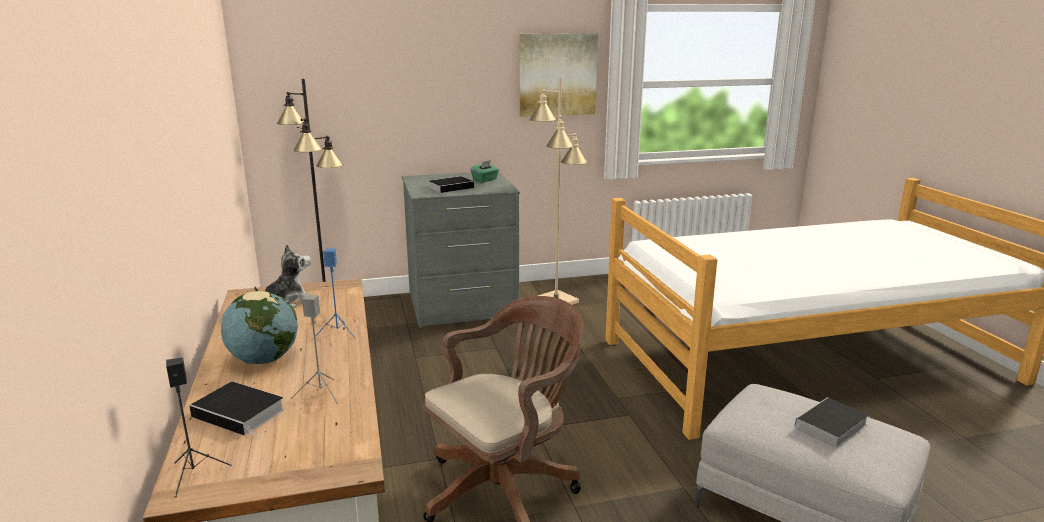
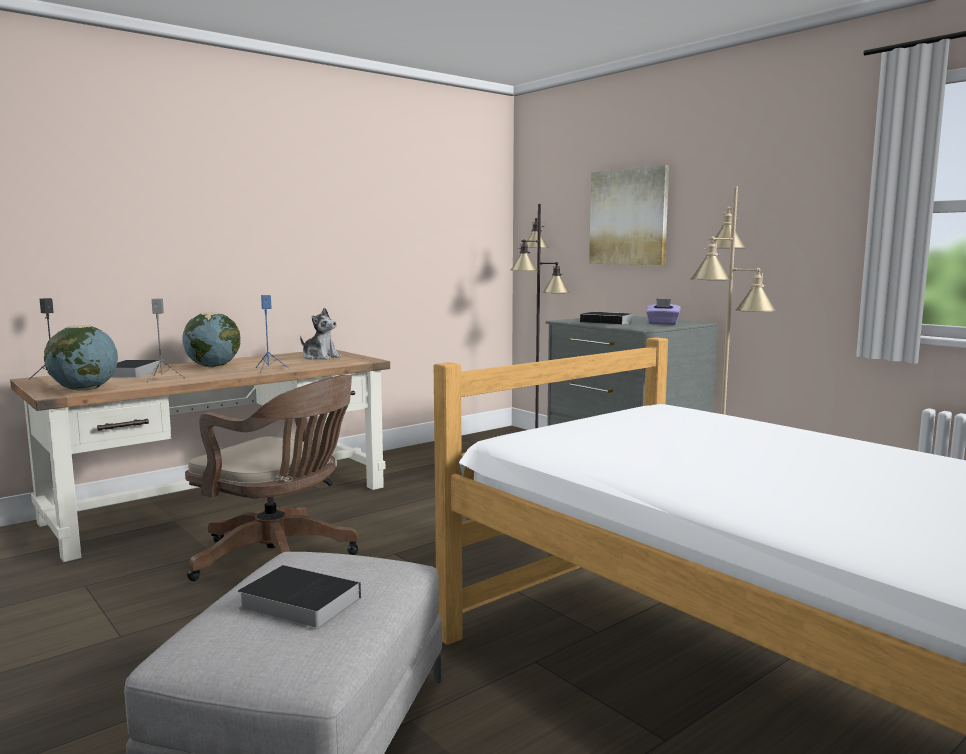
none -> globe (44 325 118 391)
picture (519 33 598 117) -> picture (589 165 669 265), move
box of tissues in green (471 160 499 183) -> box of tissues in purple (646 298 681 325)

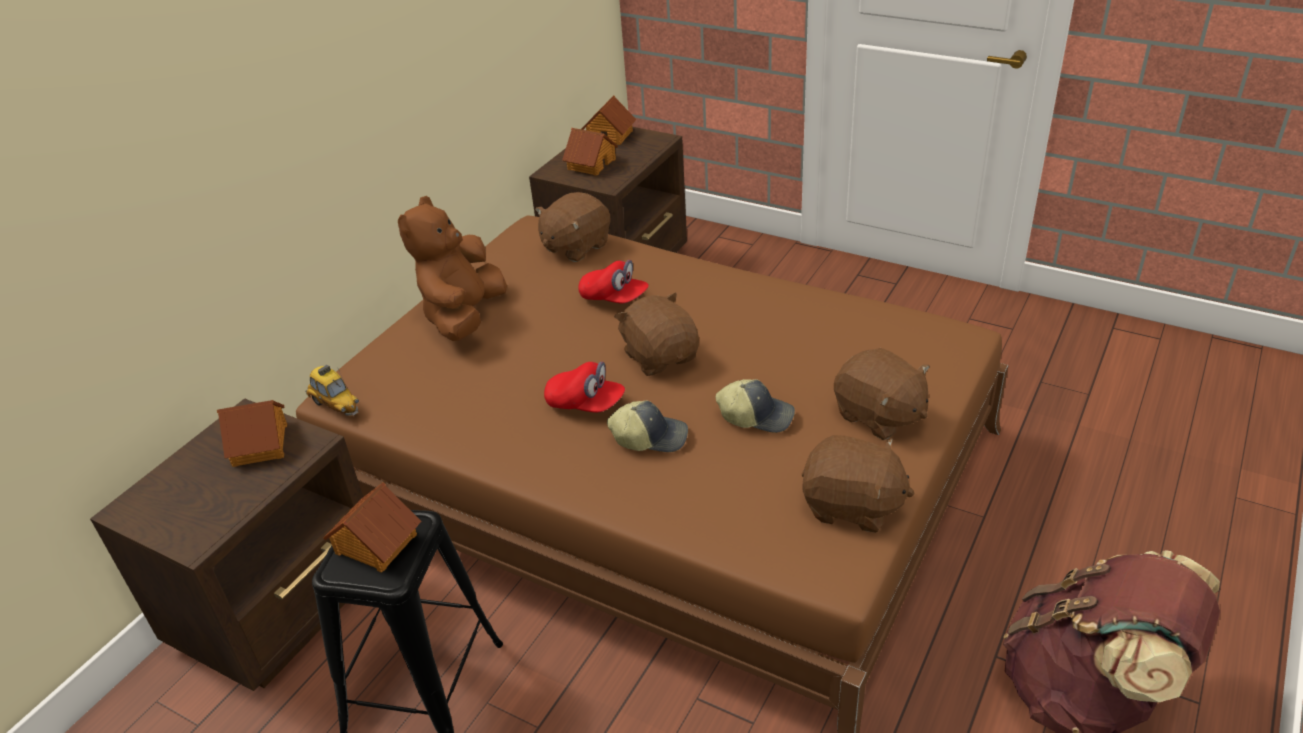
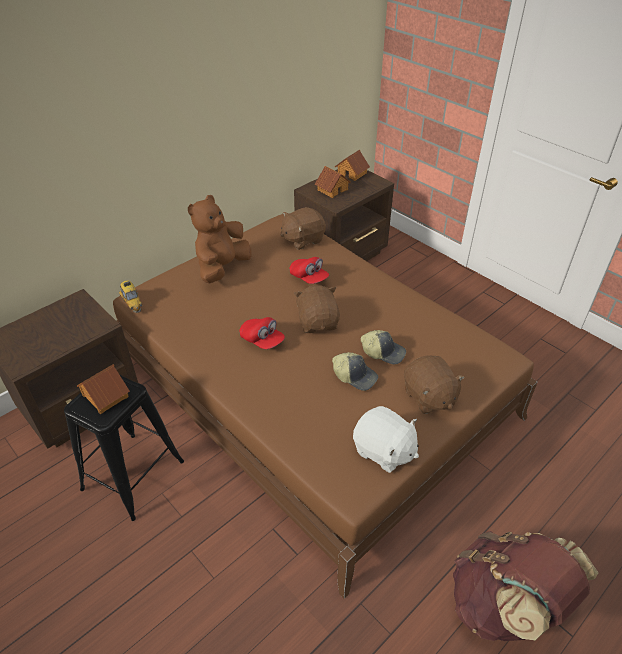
model house (217 400 287 467) -> none
peaked cap (607 400 688 452) -> peaked cap (361 330 406 364), move
cuddly toy in brown-coloured (802 435 915 533) -> cuddly toy in whitish (353 406 419 473)

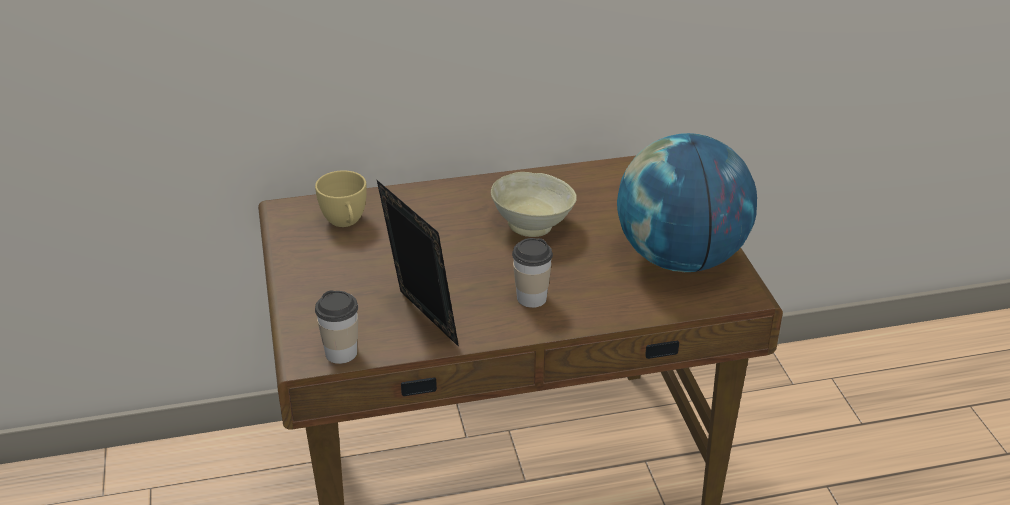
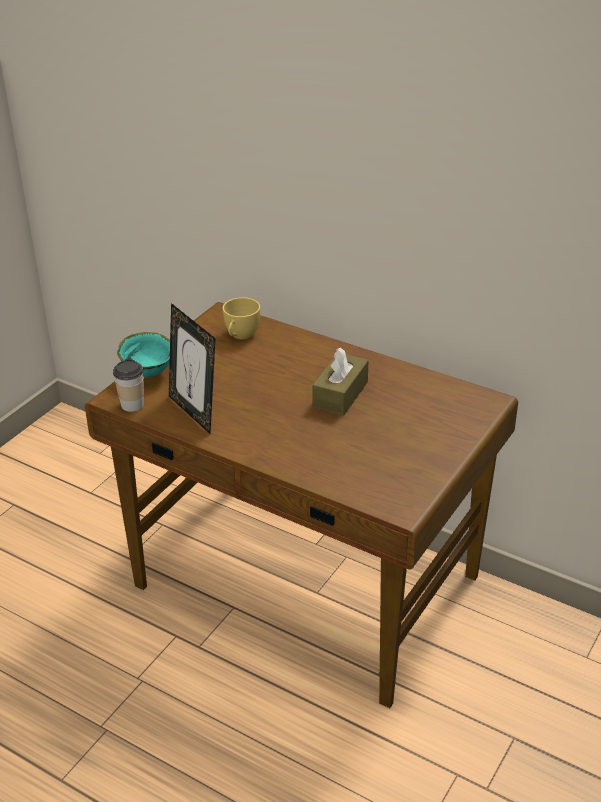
small cup (512 238 553 308) -> none
globe (617 133 757 272) -> none
none -> deep dish in turquoise (117 332 170 378)
deep dish in beige (491 172 577 237) -> box of tissues in brown-coloured (312 348 369 416)
standing frame (377 180 459 347) -> standing frame (169 303 215 434), 135 degrees clockwise

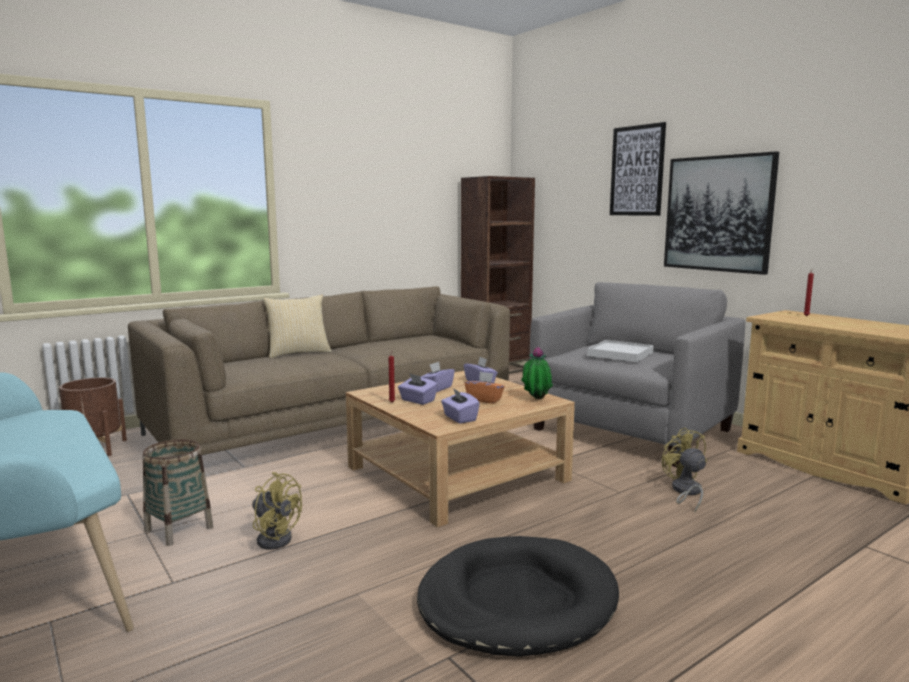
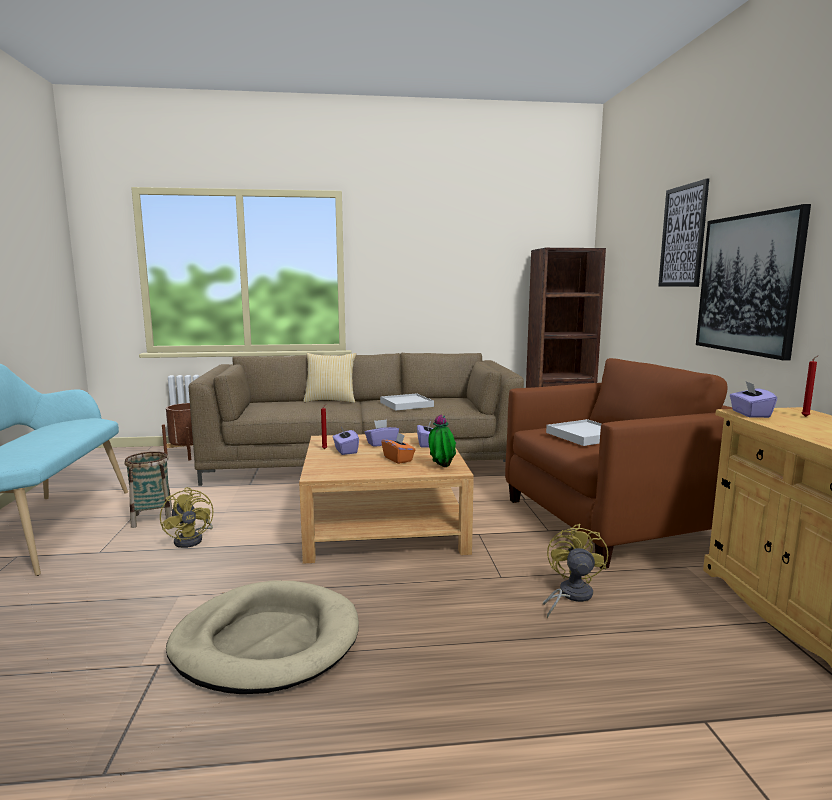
none -> tray in whitish (380 393 434 410)
box of tissues in purple (441 388 480 423) -> box of tissues in purple (730 382 777 418), move
dog bed in blackish (417 536 619 657) -> dog bed in beige (166 580 359 694)
easy chair in gray (529 282 745 467) -> easy chair in brown-coloured (505 358 732 569)

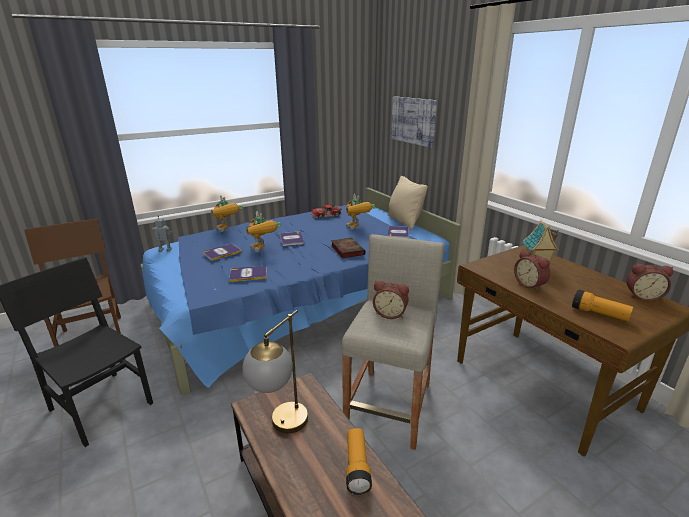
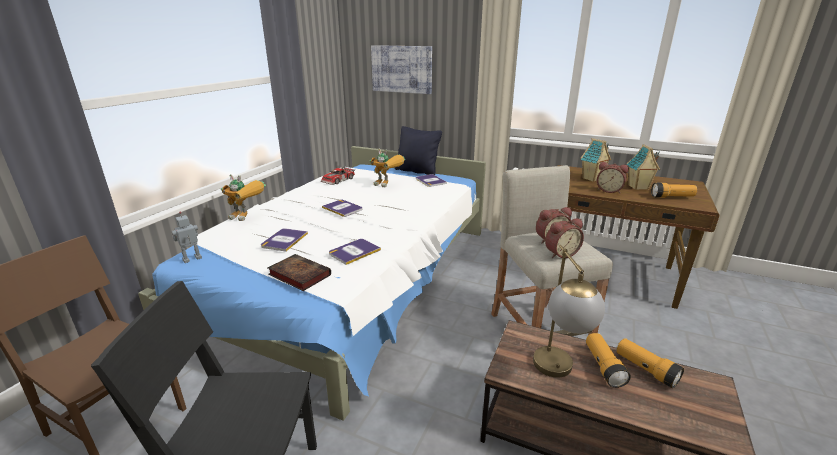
robot figure (246 211 281 252) -> none
none -> hand torch (586 333 631 388)
none -> model house (627 144 660 190)
volume (331 237 366 259) -> volume (267 254 331 291), move
table clock (626 263 673 301) -> table clock (545 218 584 258), move
bed in blue-coloured (140 188 461 396) -> bed in whitish (138 146 486 420)
pillow in beige (388 176 428 229) -> pillow in blackish (395 126 442 175)

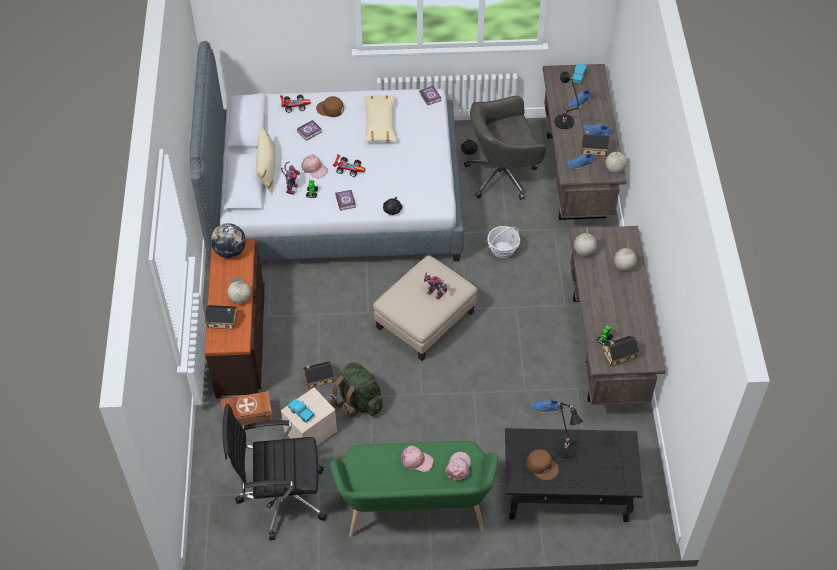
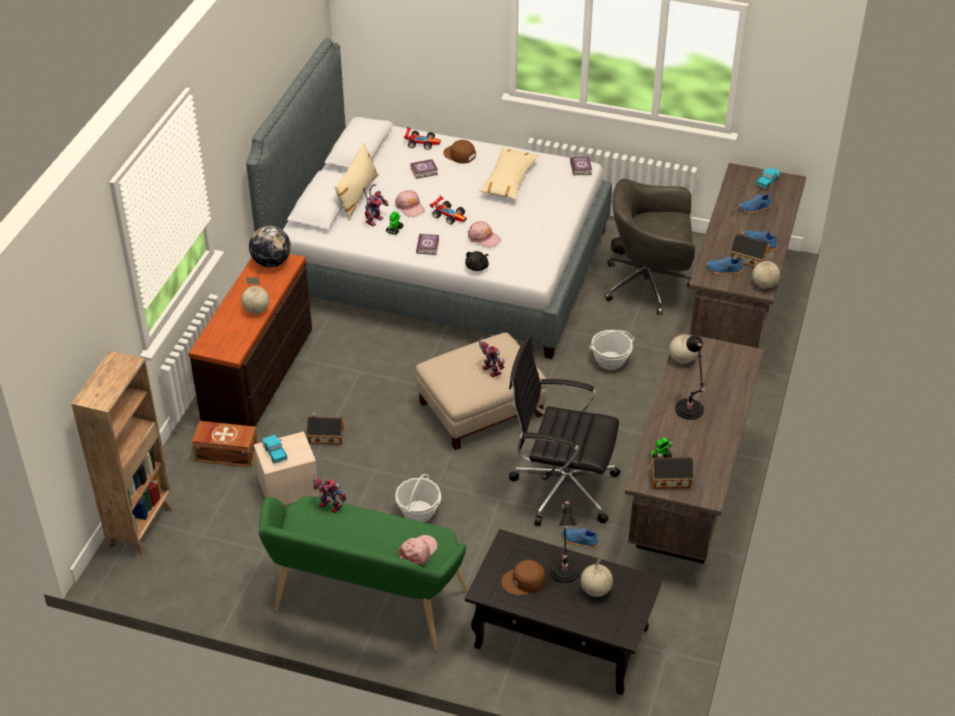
model house (205 305 238 329) -> none
knapsack in green (331 362 383 418) -> none
none -> shelving unit in brown-coloured (72 351 172 555)
none -> robot figure (312 474 347 513)
none -> basket (395 474 441 522)
computer chair in blackish (223 404 327 540) -> computer chair in blackish (509 335 621 526), move
peaked cap in pinkish (401 445 434 472) -> peaked cap in pinkish (468 221 501 248), move
table lamp in blackish (554 71 582 129) -> table lamp in blackish (675 335 705 420), move
globe (614 241 637 271) -> globe (581 555 613 597), move
peaked cap in brown-coloured (526 449 559 480) -> peaked cap in brown-coloured (502 560 546 595), 105 degrees clockwise

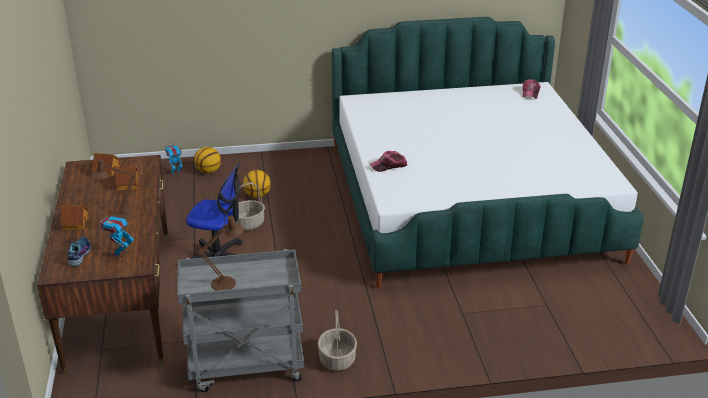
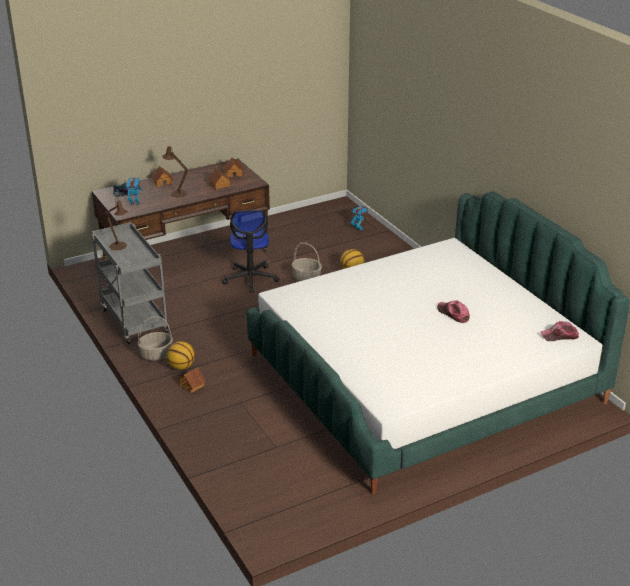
none -> model house (177 368 206 393)
basketball (194 147 221 173) -> basketball (167 341 195 370), move
peaked cap (370 151 407 172) -> peaked cap (437 300 470 323), move

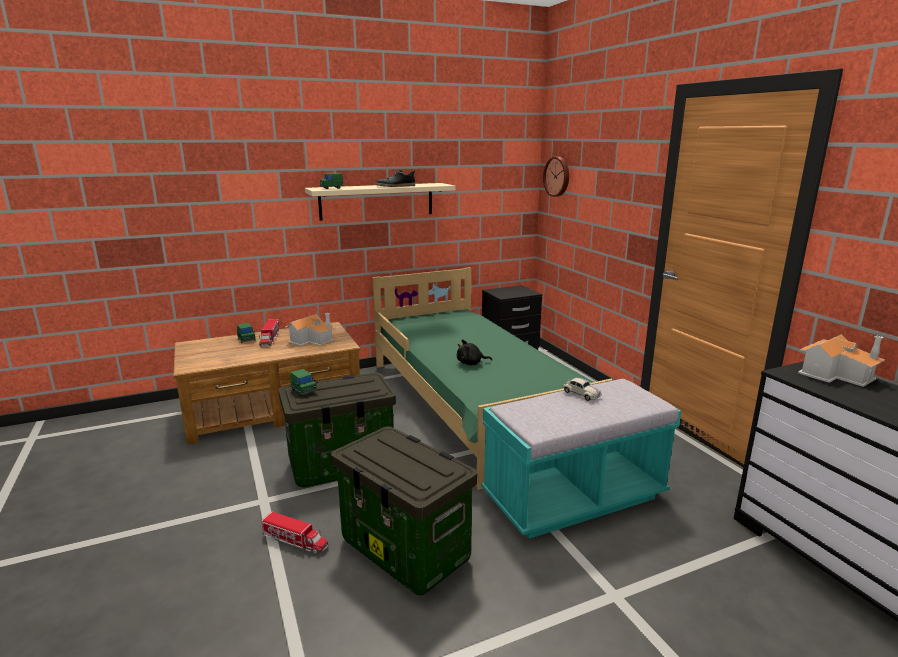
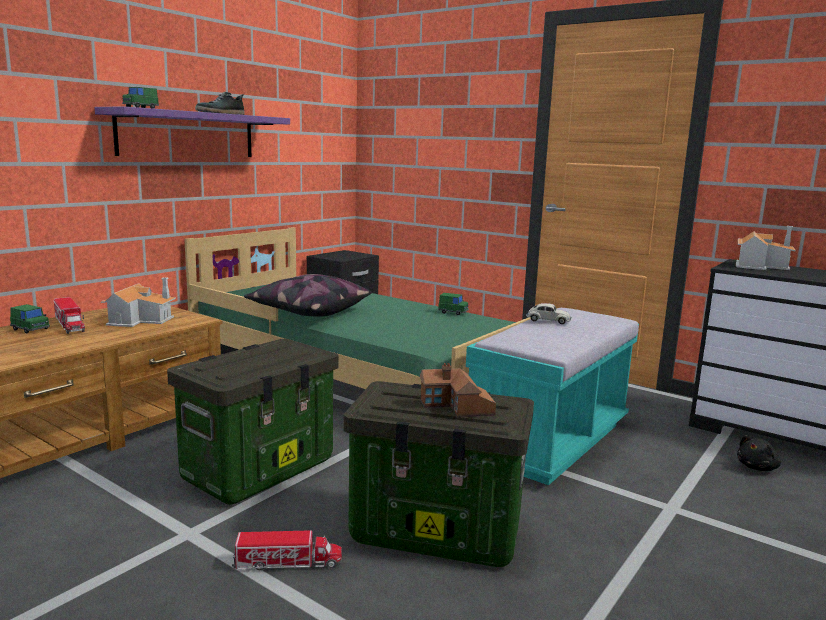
hanging clock (543 157 569 197) -> none
none -> pillow (244 274 371 316)
none -> model house (420 363 496 417)
miniature car in green (290 369 317 396) -> miniature car in green (438 293 469 315), move
cuddly toy in blackish (457 340 492 365) -> cuddly toy in blackish (737 435 781 471), move
shelf in beige (305 183 455 221) -> shelf in purple (95 106 290 157)

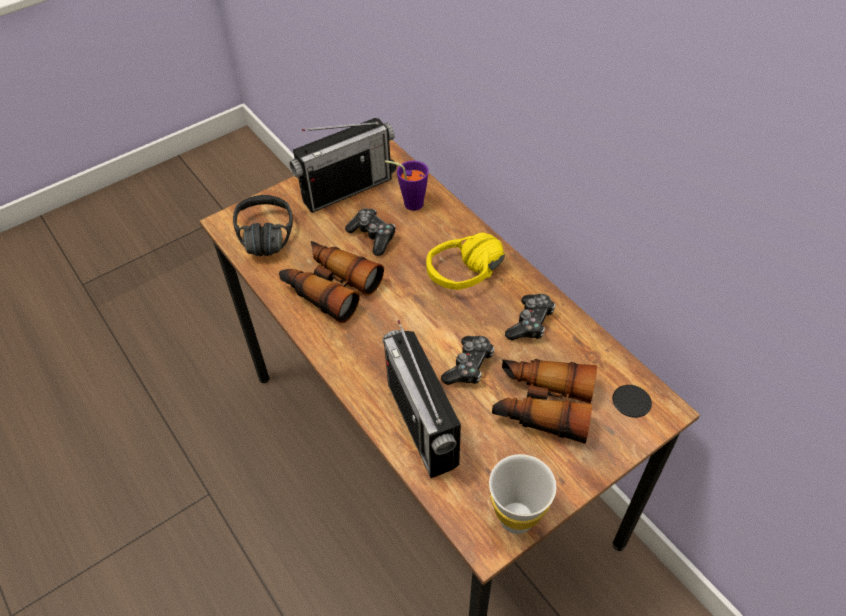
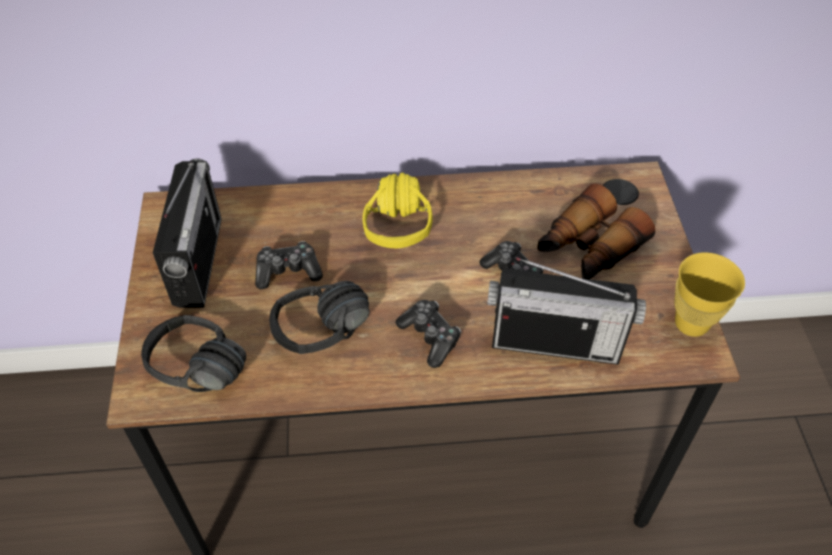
small cup in purple (385 160 429 211) -> none
gamepad (505 294 555 340) -> gamepad (396 300 461 368), move
binoculars (279 241 384 323) -> pair of headphones in blackish (269 281 370 354)
small cup in whitish (489 454 556 534) -> small cup in yellow-coloured (674 252 745 337)

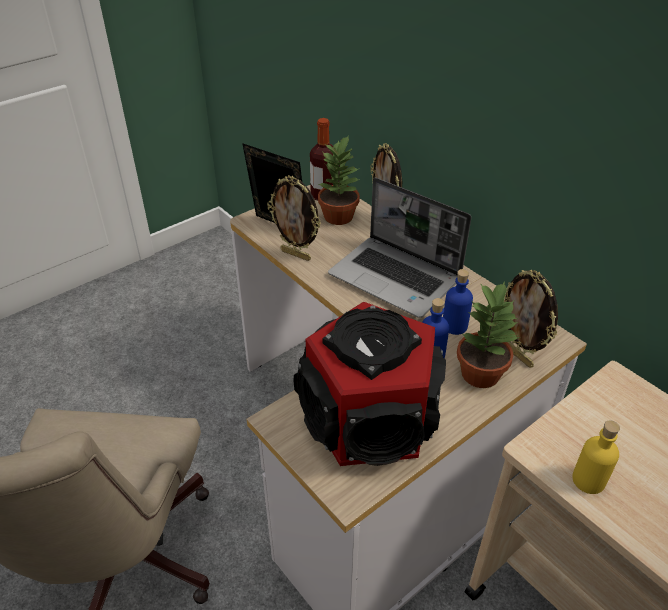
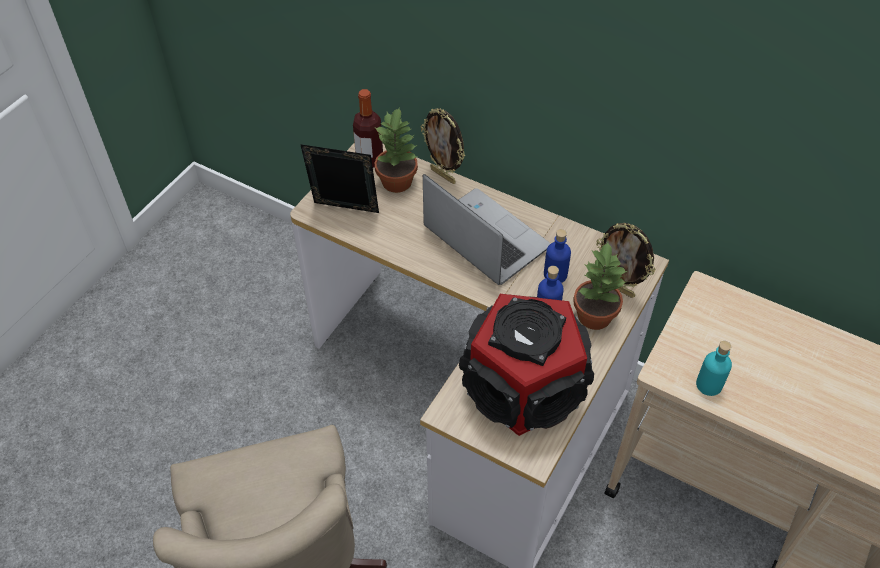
standing frame (267 175 321 261) -> none
beverage bottle in yellow-coloured (572 420 620 494) -> beverage bottle in turquoise (696 341 732 396)
notebook computer (328 178 471 318) -> notebook computer (423 174 550 285), 150 degrees counterclockwise

